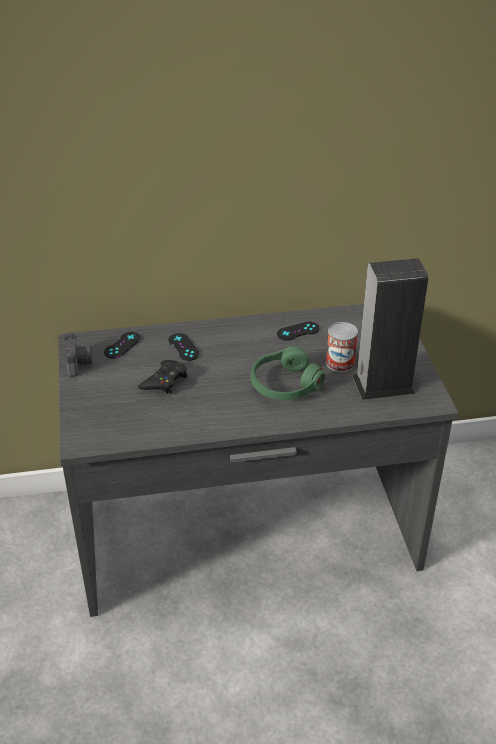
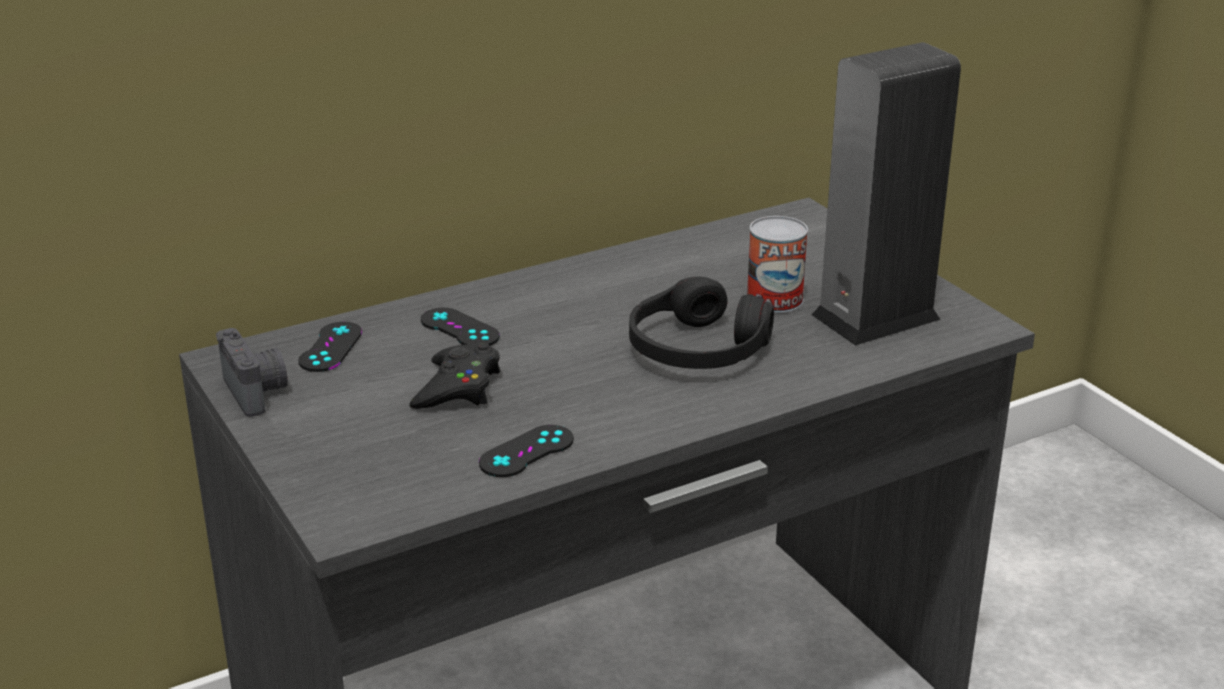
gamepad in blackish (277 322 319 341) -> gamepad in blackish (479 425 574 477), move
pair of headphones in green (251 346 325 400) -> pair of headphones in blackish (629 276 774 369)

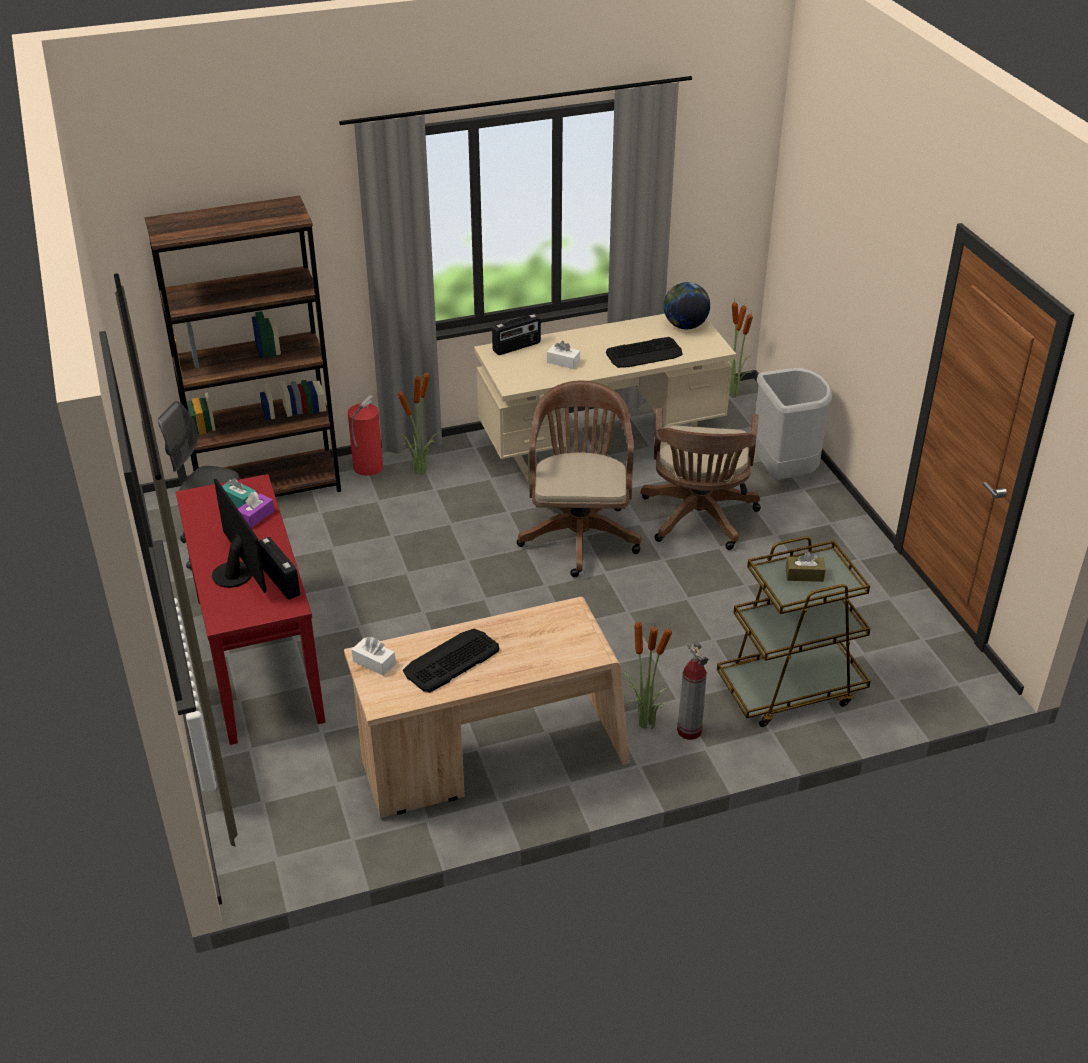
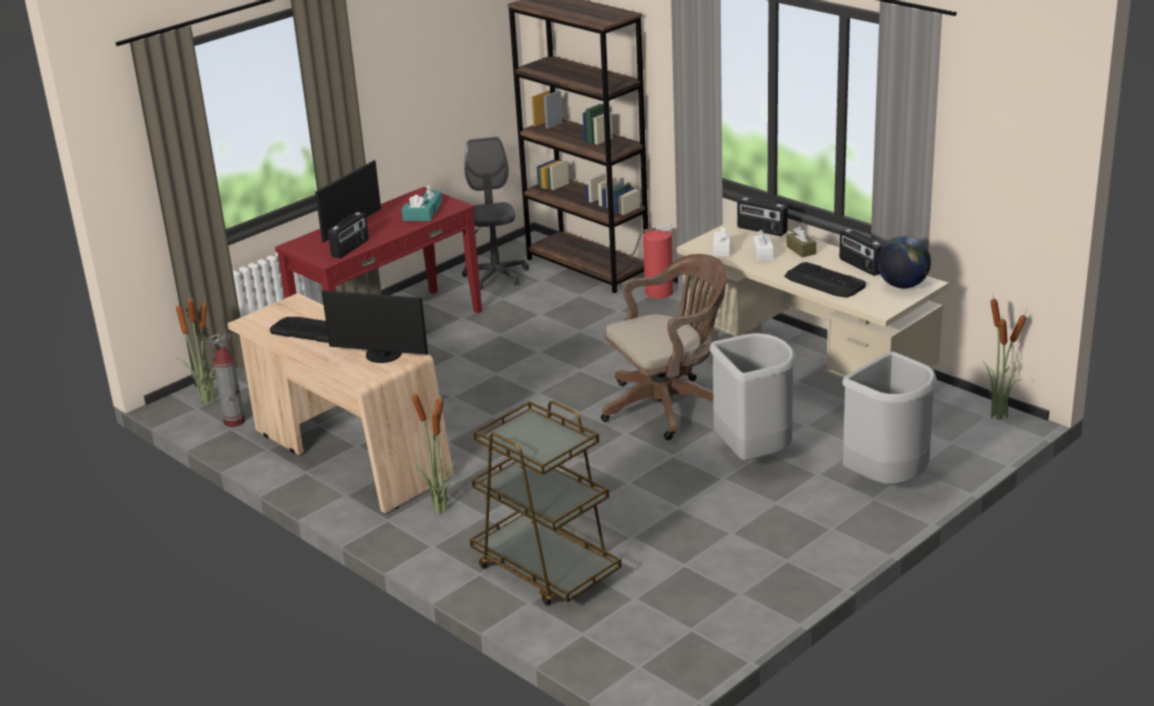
none -> computer screen (322 290 428 363)
none -> radio (839 228 884 276)
box of tissues in whitish (352 637 396 676) -> box of tissues in whitish (713 226 730 257), move
plant in a pot (398 369 439 475) -> plant in a pot (176 293 216 405), move
fire-fighting cylinder (677 641 708 740) -> fire-fighting cylinder (207 334 245 427), move
box of tissues in brown-coloured (785 552 826 582) -> box of tissues in brown-coloured (786 226 816 258), move
computer chair in brown-coloured (640 408 761 550) -> waste bin in gray (710 333 796 461)
box of tissues in purple (238 492 275 528) -> box of tissues in turquoise (402 195 434 221)

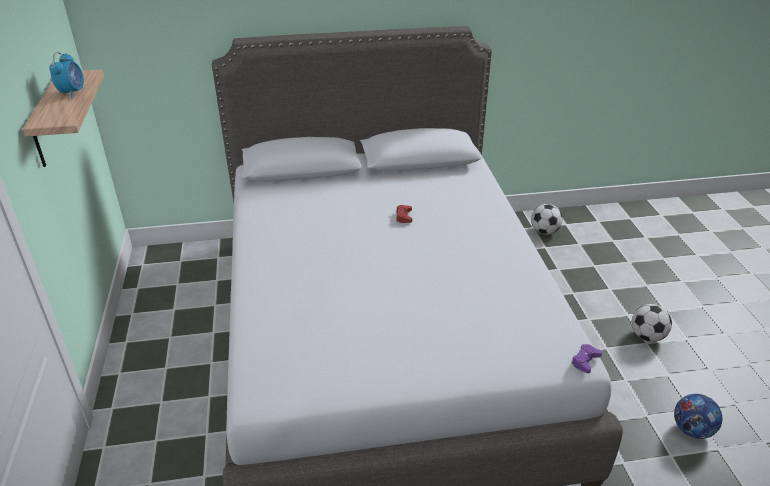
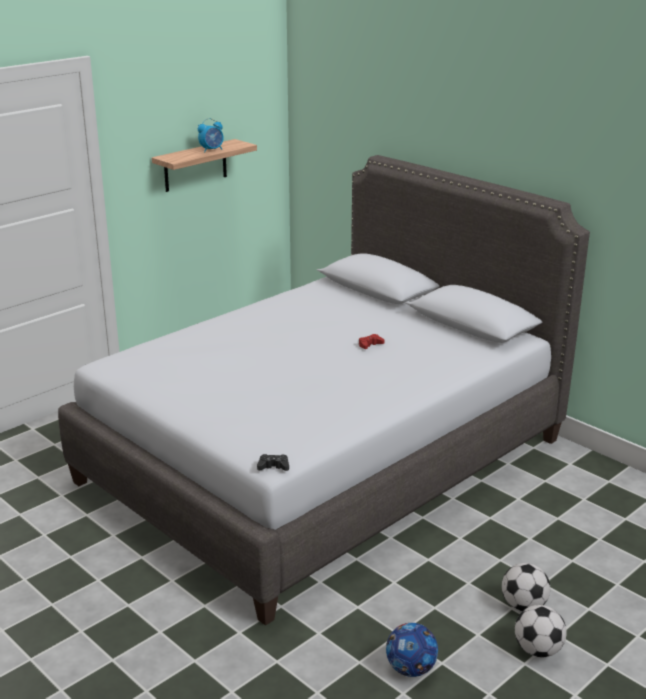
ball for football (531 204 563 234) -> ball for football (515 605 567 657), move
gamepad in purple (571 344 602 373) -> gamepad in blackish (257 454 289 471)

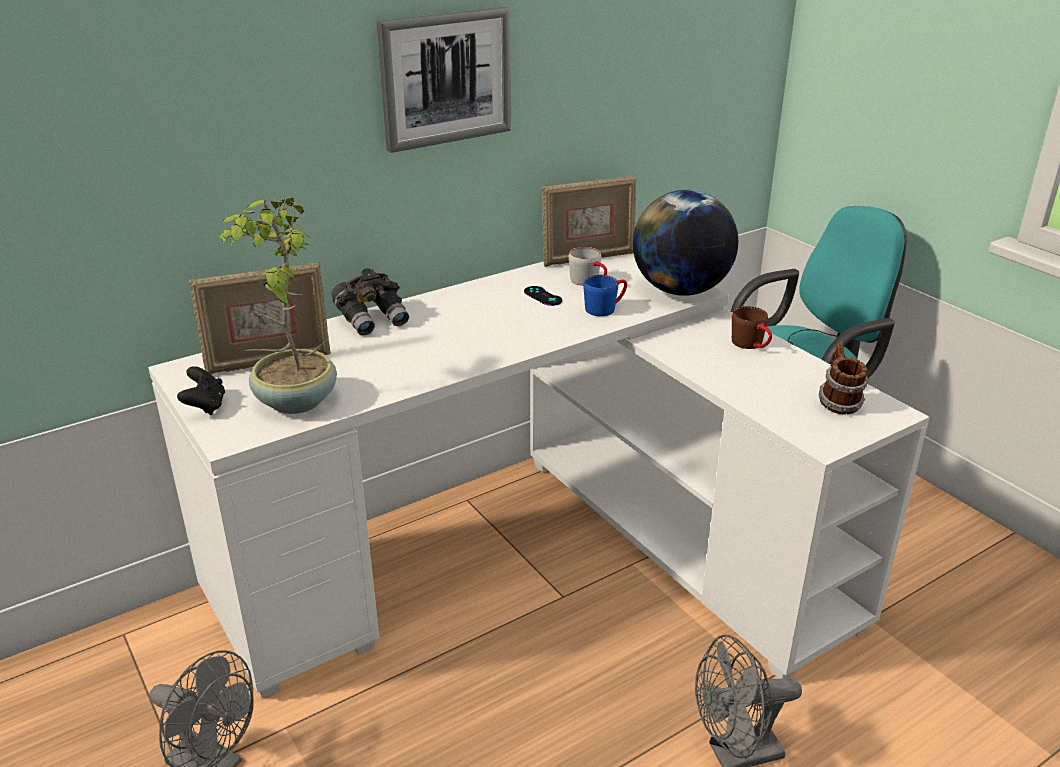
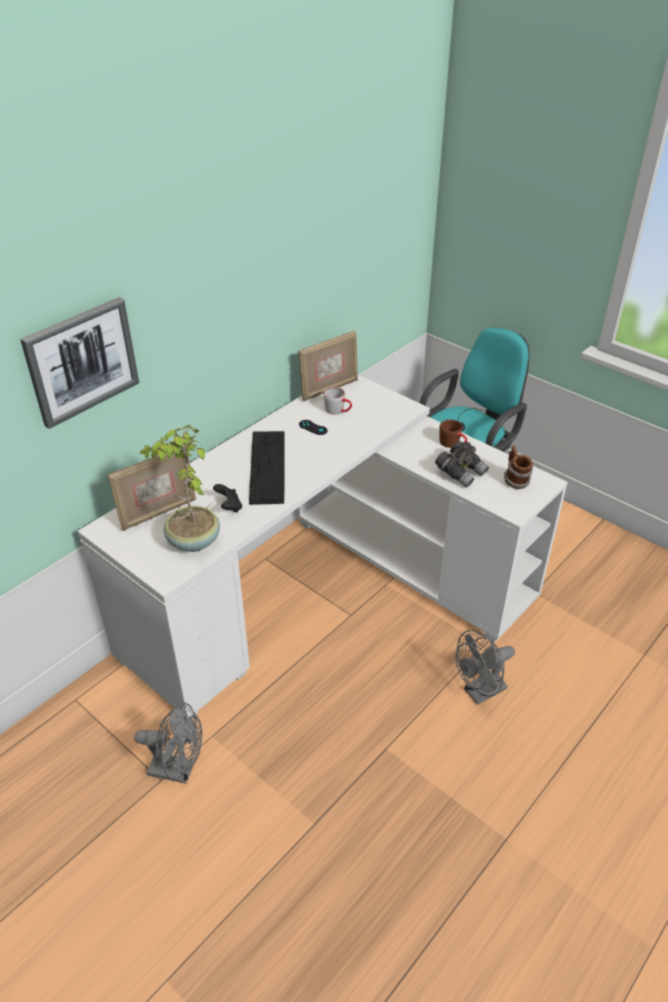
tea mug in blue-coloured (583 275 627 316) -> none
globe (633 190 738 296) -> none
none -> keyboard (249 431 285 505)
gamepad in blackish (177 366 225 415) -> gamepad in blackish (213 484 242 513), move
binoculars in gray (331 268 409 335) -> binoculars in gray (435 441 489 488), move
picture (377 7 511 153) -> picture (20 297 139 429), move

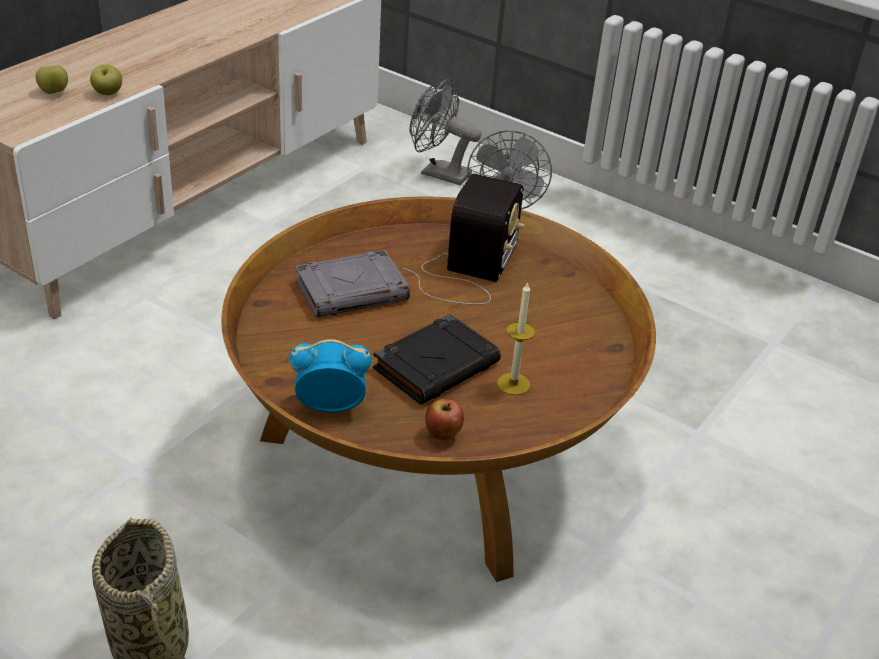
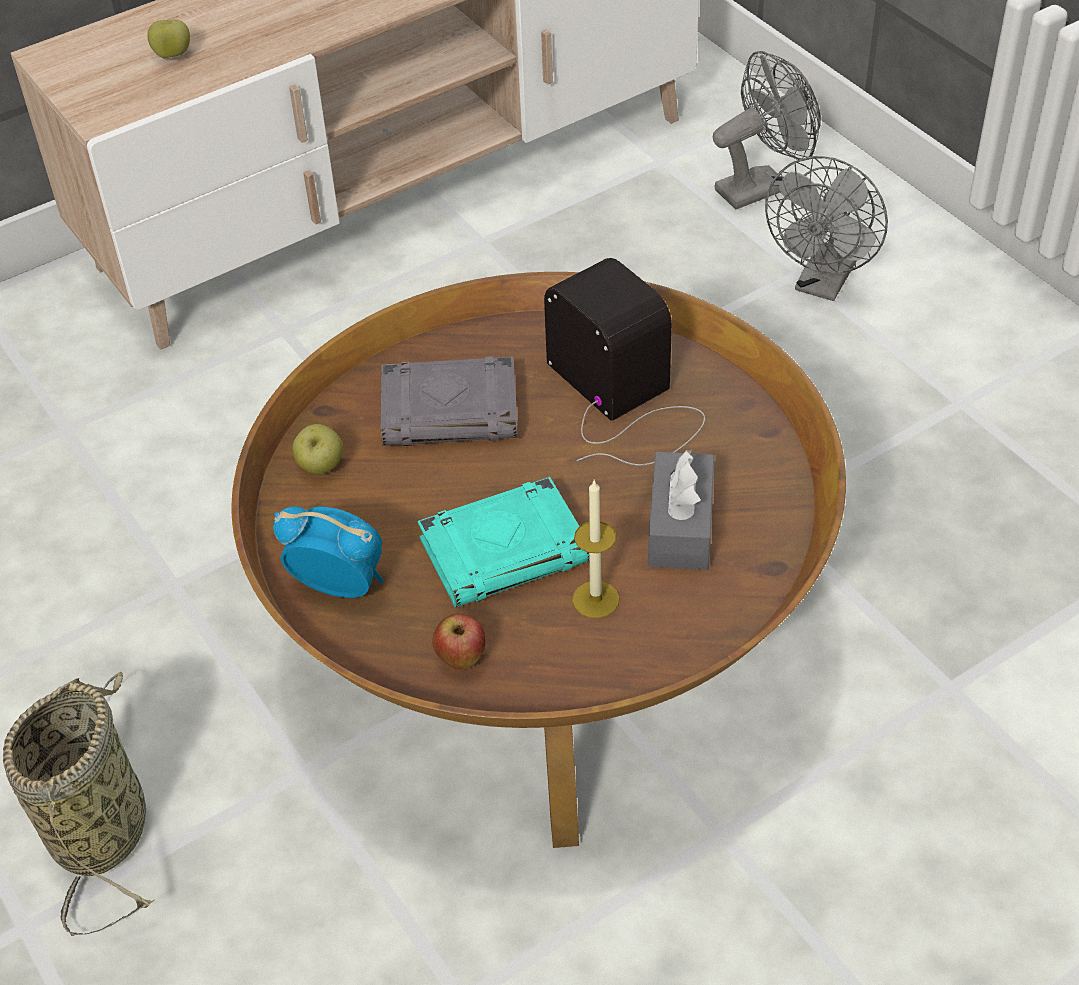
none -> box of tissues in gray (648 450 715 570)
apple (90 64 122 95) -> apple (292 424 343 474), move
volume in blackish (373 314 501 405) -> volume in turquoise (417 477 589 608)
radio (402 173 525 305) -> radio (544 258 705 466), 75 degrees counterclockwise
cooling fan in gray (410 79 481 185) -> cooling fan in gray (713 51 821 209), 105 degrees clockwise

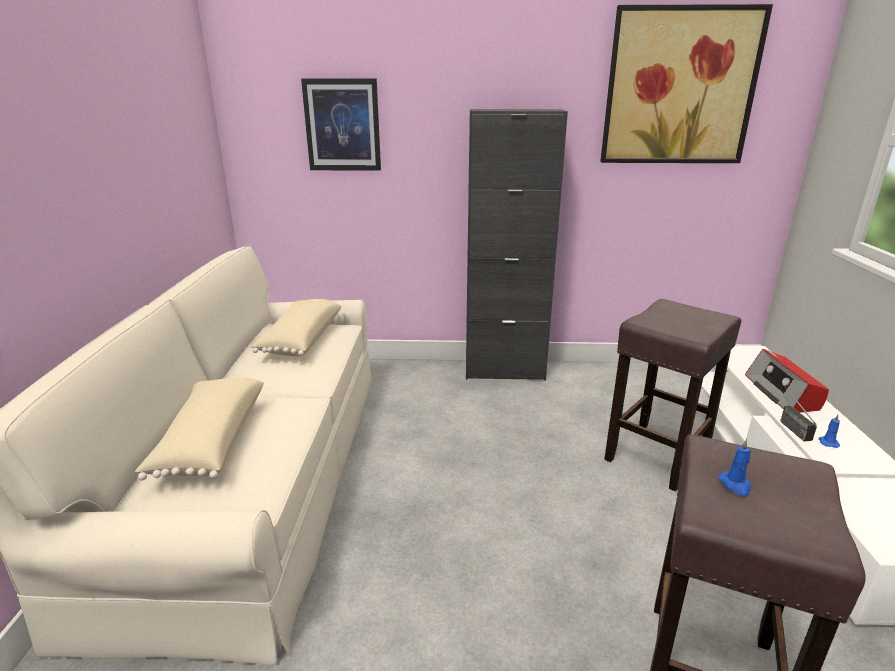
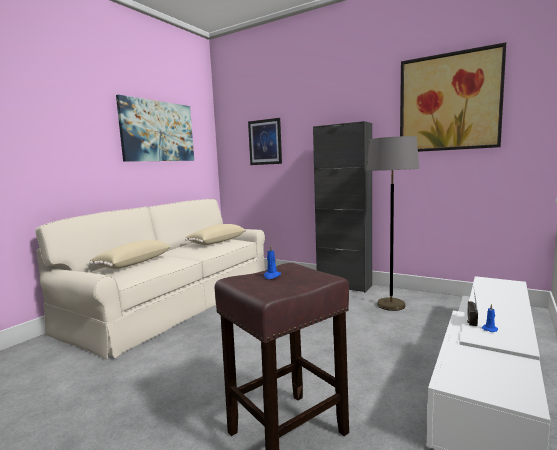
stool in brown-coloured (604 299 741 492) -> none
radio (745 349 829 413) -> none
none -> picture (116 95 194 162)
none -> standing lamp in gray (367 136 420 311)

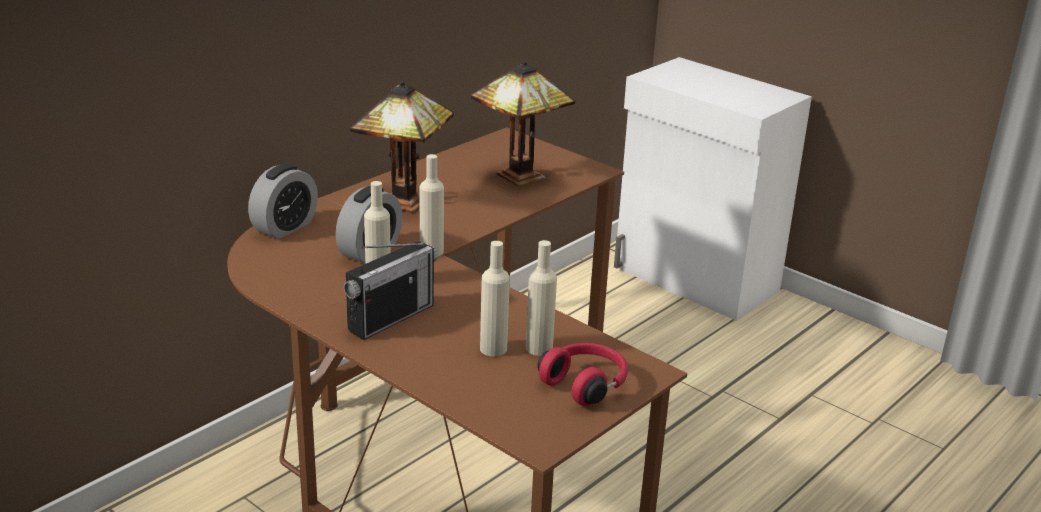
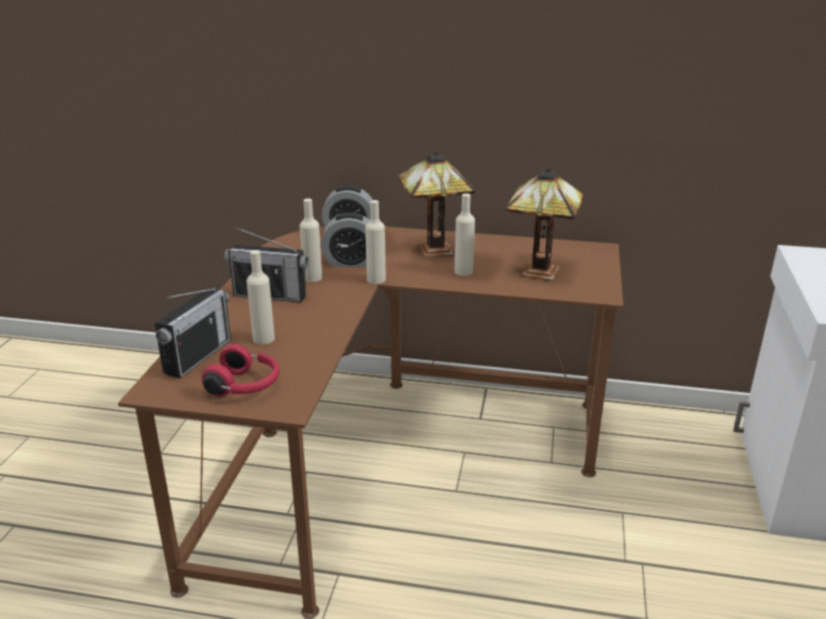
none -> radio (155 288 231 379)
beverage bottle in beige (526 240 557 356) -> beverage bottle in beige (455 193 475 276), move

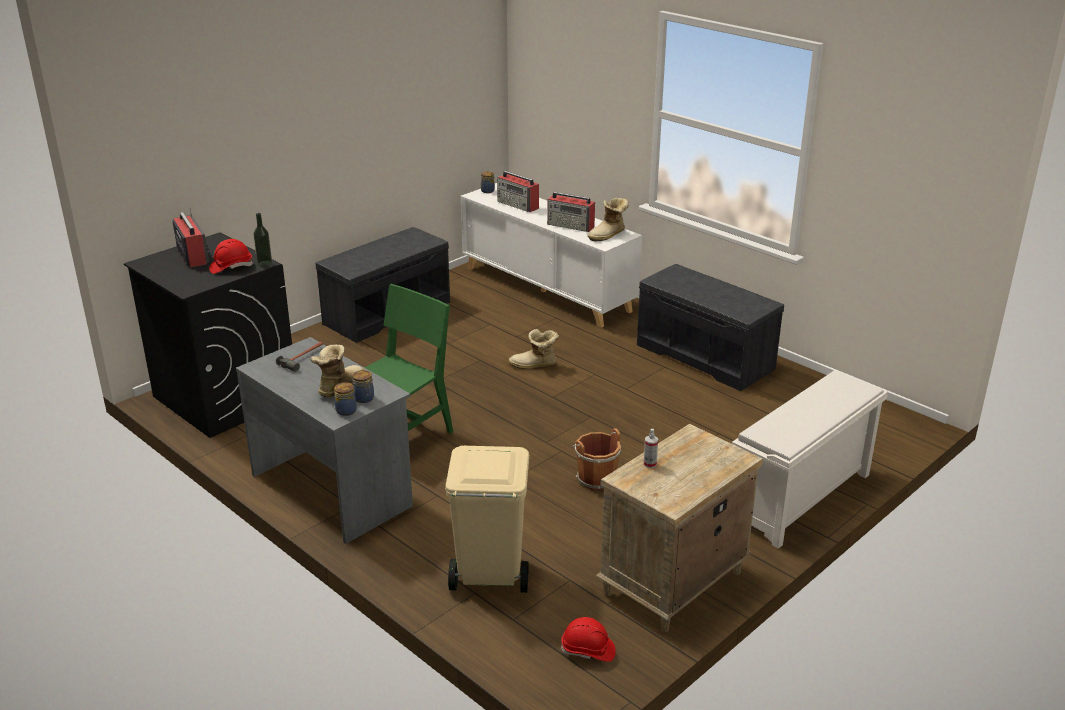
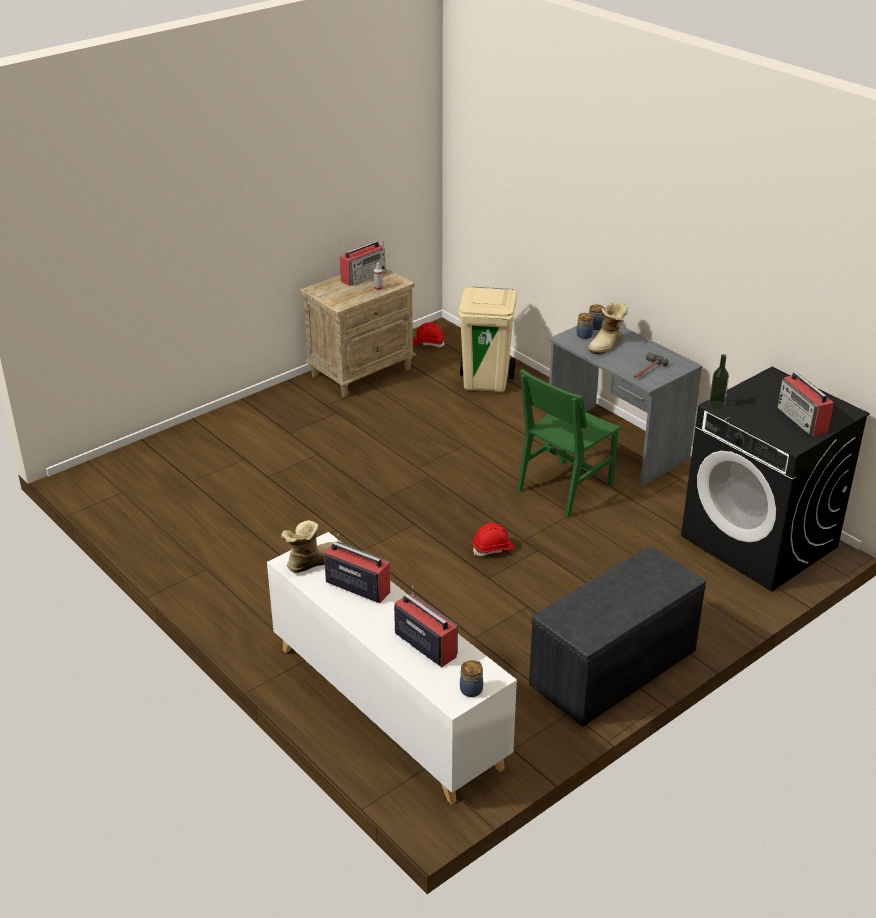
boot (509 329 559 369) -> none
water bucket in brown-coloured (571 428 621 490) -> none
bench in gray (637 264 784 391) -> none
shoe stand in whitish (732 370 888 549) -> none
none -> radio (340 241 385 286)
work helmet in red (209 239 253 274) -> work helmet in red (473 523 514 556), move

